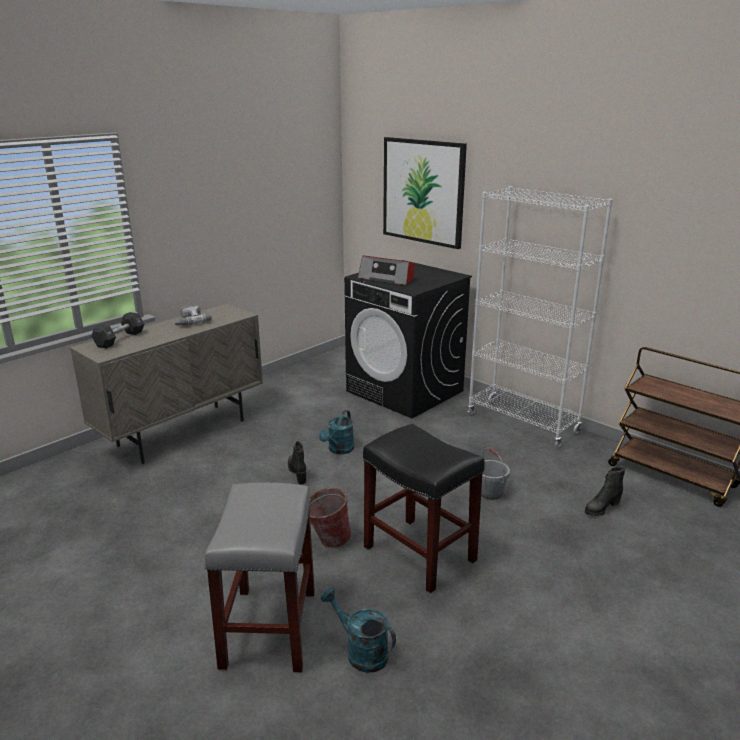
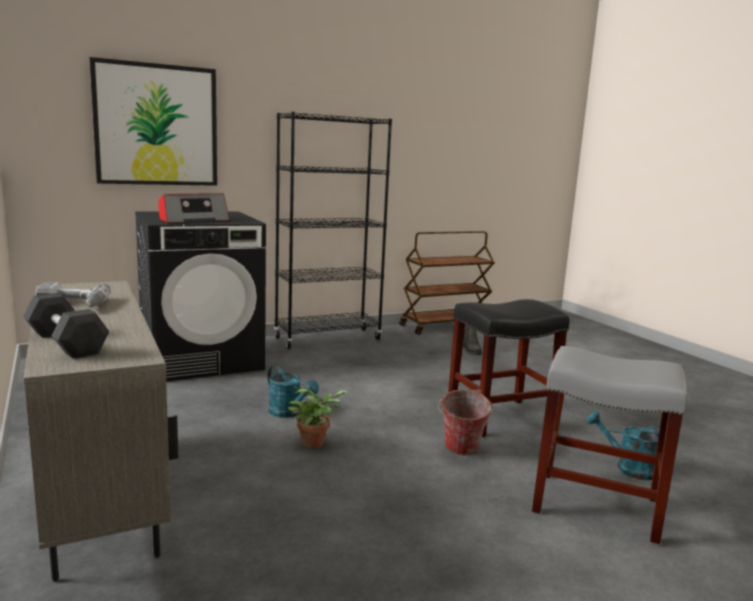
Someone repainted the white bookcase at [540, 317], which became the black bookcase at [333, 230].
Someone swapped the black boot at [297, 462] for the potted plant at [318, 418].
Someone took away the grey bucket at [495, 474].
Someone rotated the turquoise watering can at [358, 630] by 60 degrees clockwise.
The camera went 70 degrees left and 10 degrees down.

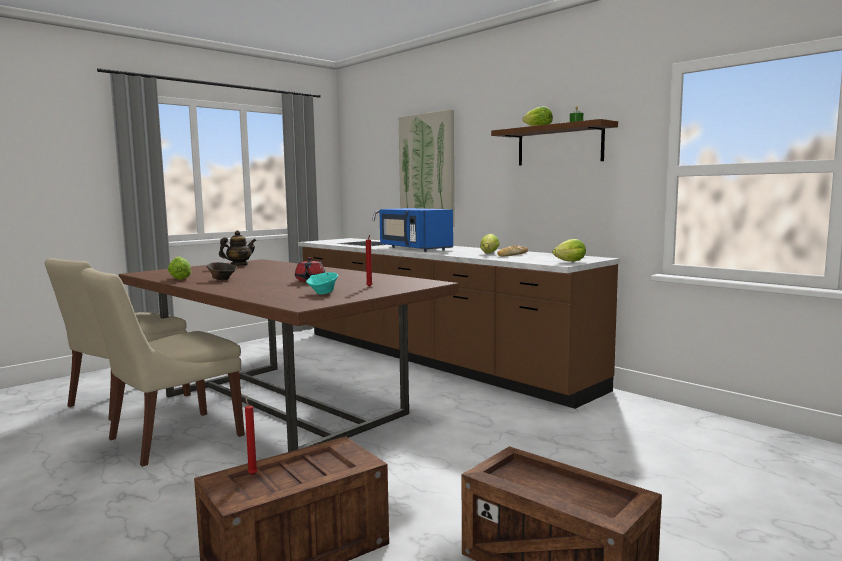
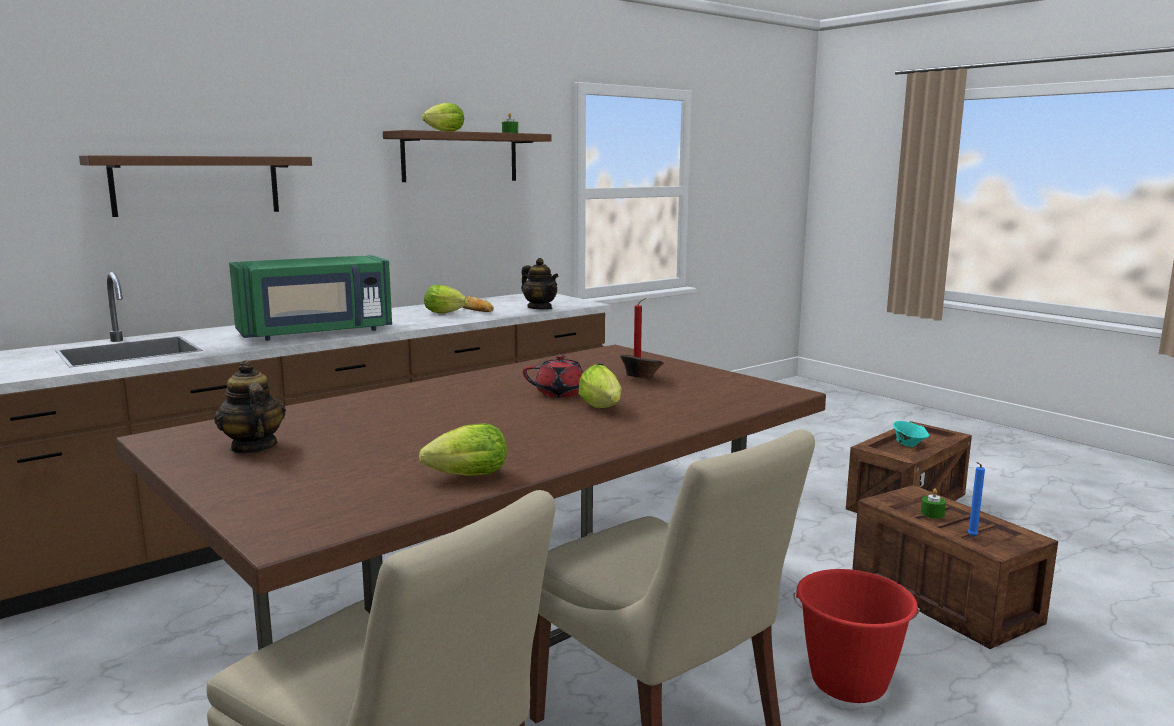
Someone swapped the picture at [426, 168] for the brown shelf at [195, 186].
Someone repainted the blue microwave at [416, 230], which became the green microwave at [310, 298].
Someone carried the lettuce from [569, 250] to [600, 386].
Someone carried the brown bowl from [222, 271] to [642, 366].
Someone carried the turquoise bowl from [322, 283] to [911, 434].
Someone repainted the red candle at [251, 436], which became the blue candle at [976, 499].
Someone put down the teapot at [540, 284].
Someone put down the green candle at [933, 504].
Someone put down the red bucket at [857, 636].
The camera went 85 degrees left and 5 degrees up.

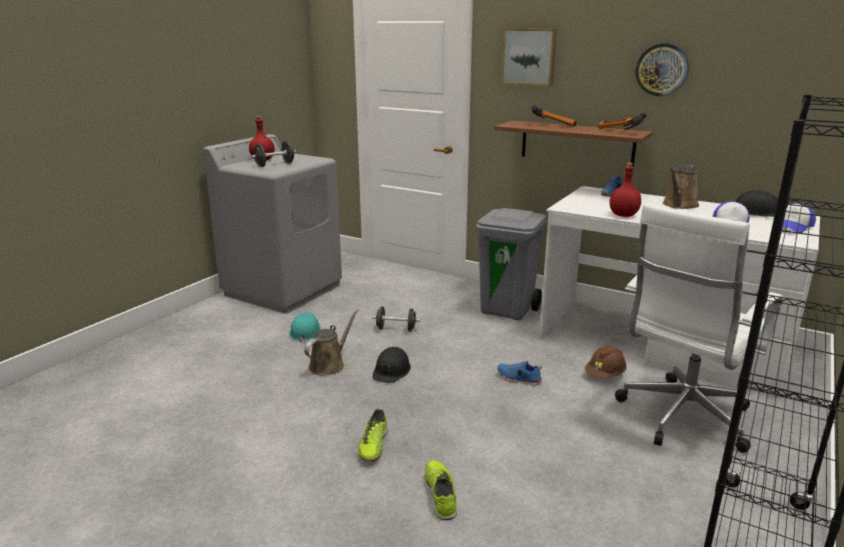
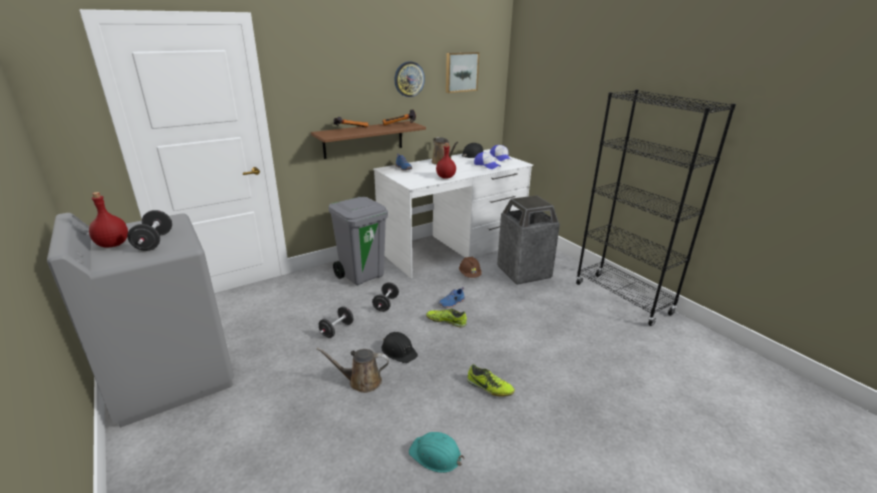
Someone carried the picture from [529, 57] to [462, 72].
Someone swapped the white office chair at [699, 328] for the trash can at [528, 240].
Someone rotated the brown watering can at [331, 342] by 60 degrees counterclockwise.
Someone carried the turquoise hard hat from [305, 327] to [436, 452].
Someone carried the shoe from [441, 490] to [446, 317].
Someone put down the black dumbbell at [385, 297].
The camera went 65 degrees left and 5 degrees up.

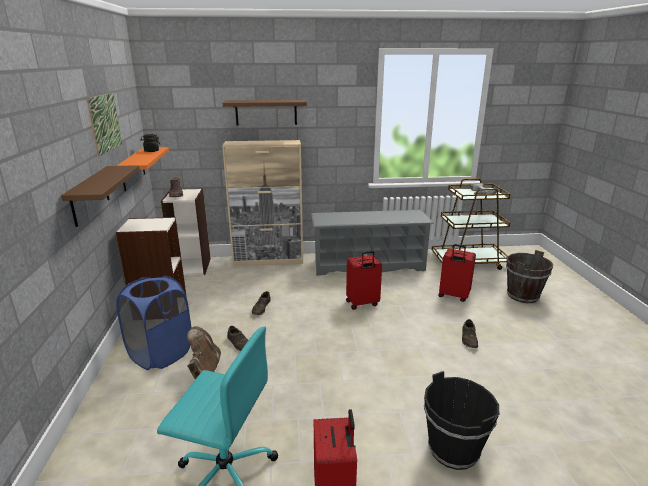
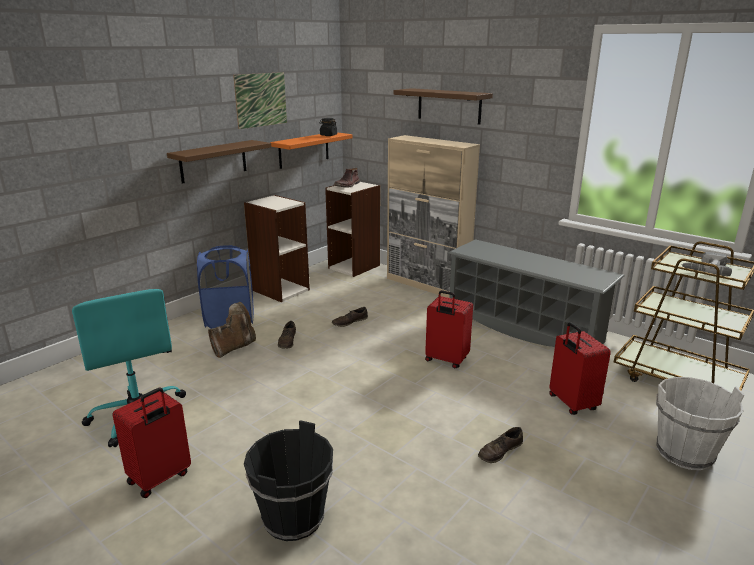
Someone repainted the brown bucket at [529, 276], which became the white bucket at [700, 423].
The camera went 45 degrees right and 0 degrees up.

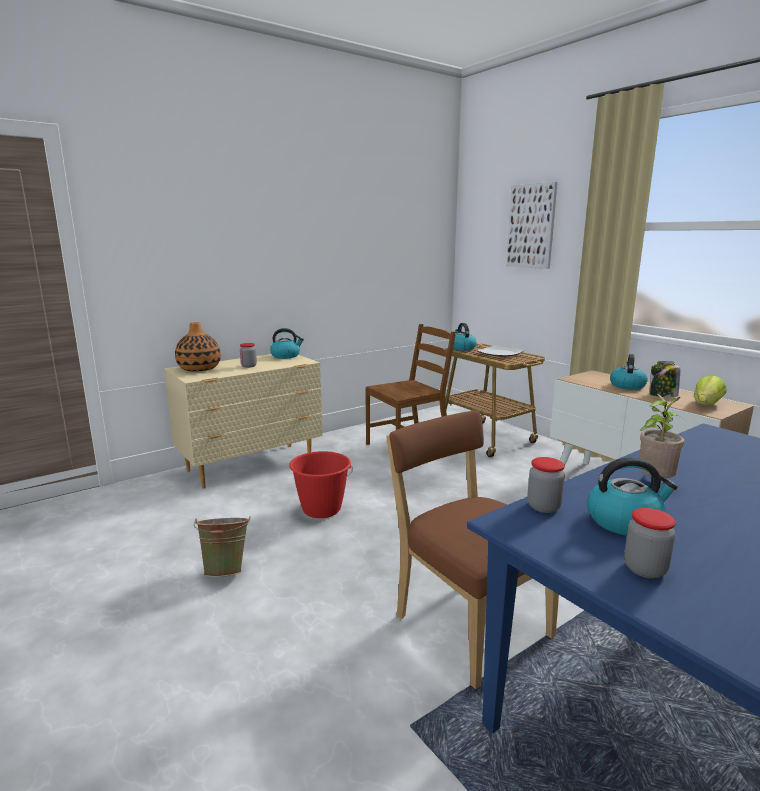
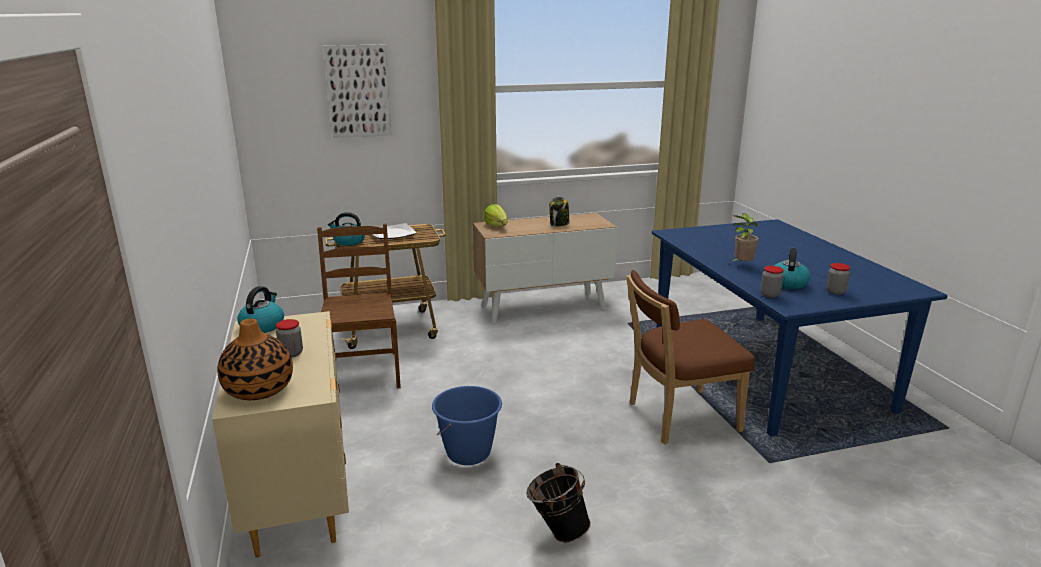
Someone took away the kettle at [629, 372].
Someone carried the lettuce from [710, 390] to [496, 215].
Someone repainted the red bucket at [321, 484], which became the blue bucket at [467, 425].
Someone repainted the green bucket at [222, 547], which became the black bucket at [558, 503].
The camera went 70 degrees left and 5 degrees up.

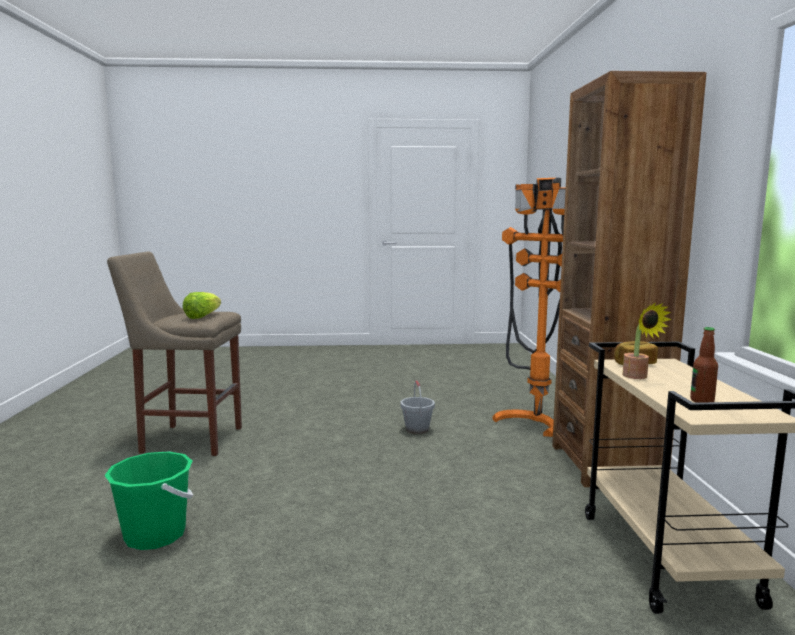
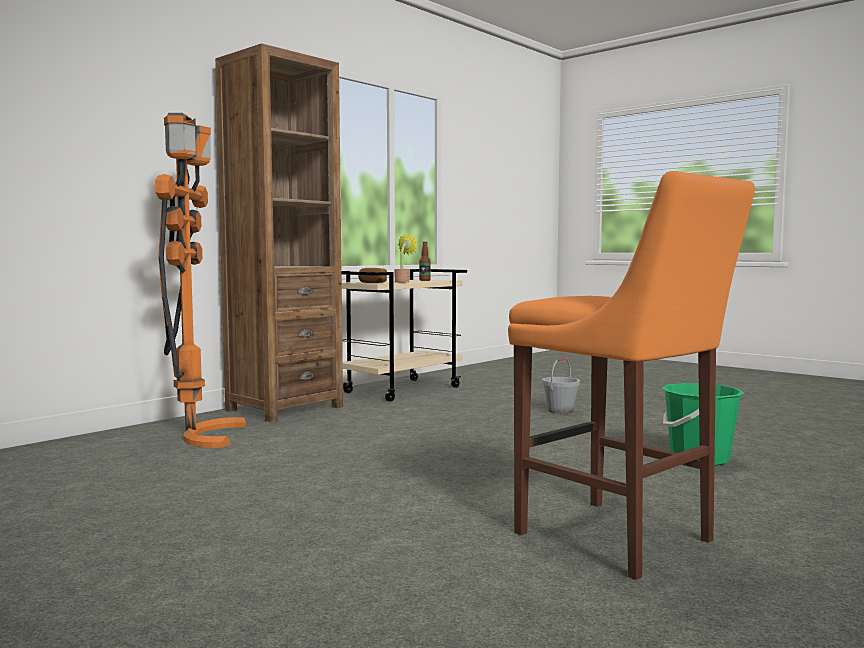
Someone repainted the beige stool at [174, 353], which became the orange stool at [631, 375].
Someone took away the lettuce at [201, 305].
Someone carried the grey bucket from [418, 407] to [561, 385].
The camera went 135 degrees left and 5 degrees down.

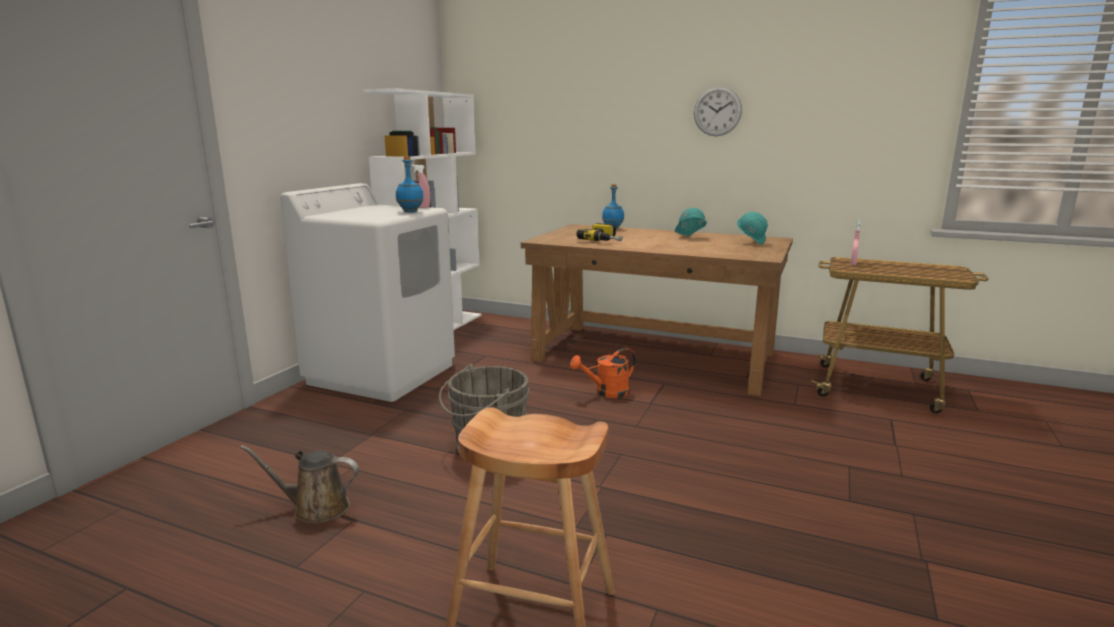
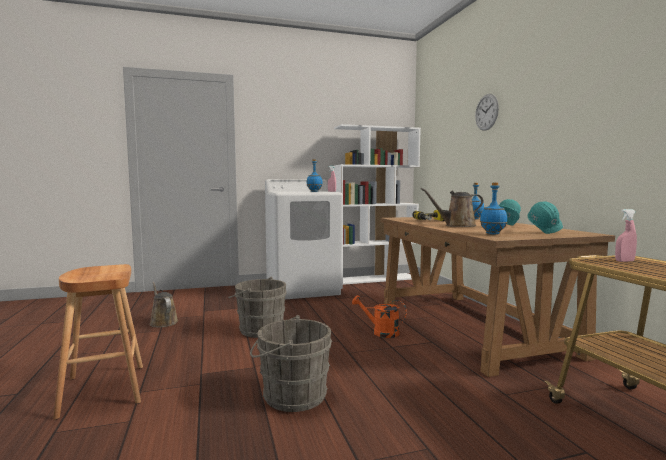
Someone carried the wall clock from [718, 111] to [487, 112].
Someone put down the blue bottle at [493, 208].
Someone put down the brown watering can at [452, 207].
Someone put down the grey bucket at [291, 363].
The camera went 50 degrees right and 10 degrees down.

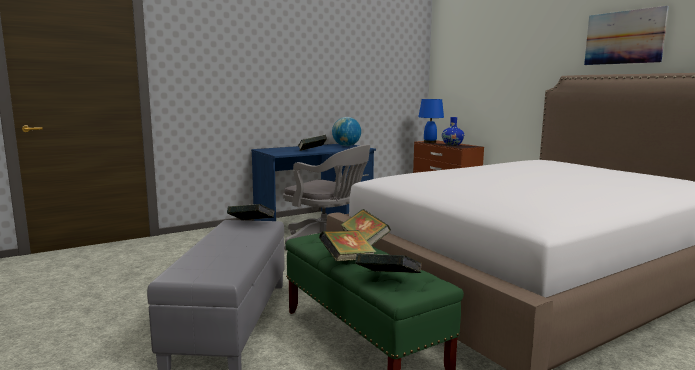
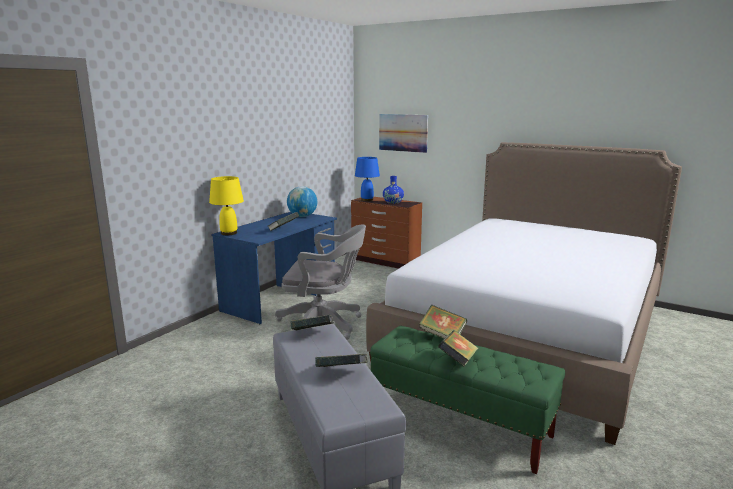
Someone carried the picture from [626, 35] to [403, 133].
Someone carried the book from [388, 263] to [341, 360].
Someone put down the yellow table lamp at [226, 205].
The camera went 25 degrees left and 5 degrees up.

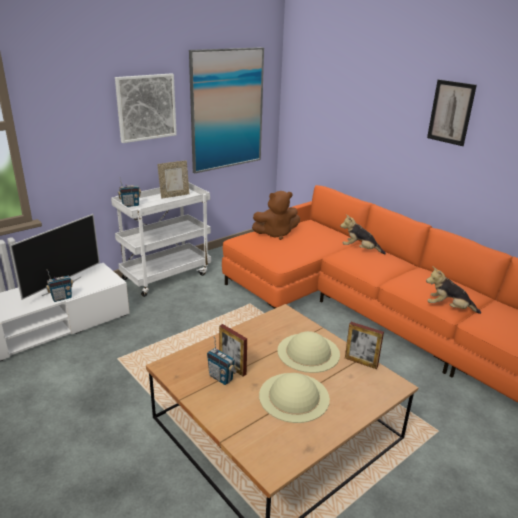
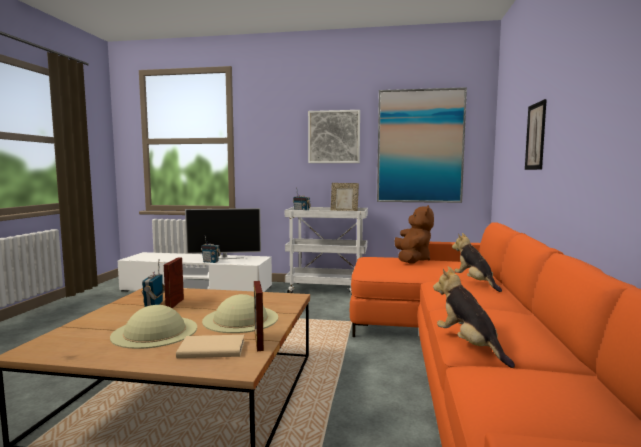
Someone carried the picture from [452, 112] to [536, 134].
Someone rotated the brown plush toy at [276, 215] by 120 degrees counterclockwise.
Someone put down the beige book at [210, 346].
The camera went 50 degrees right and 20 degrees down.

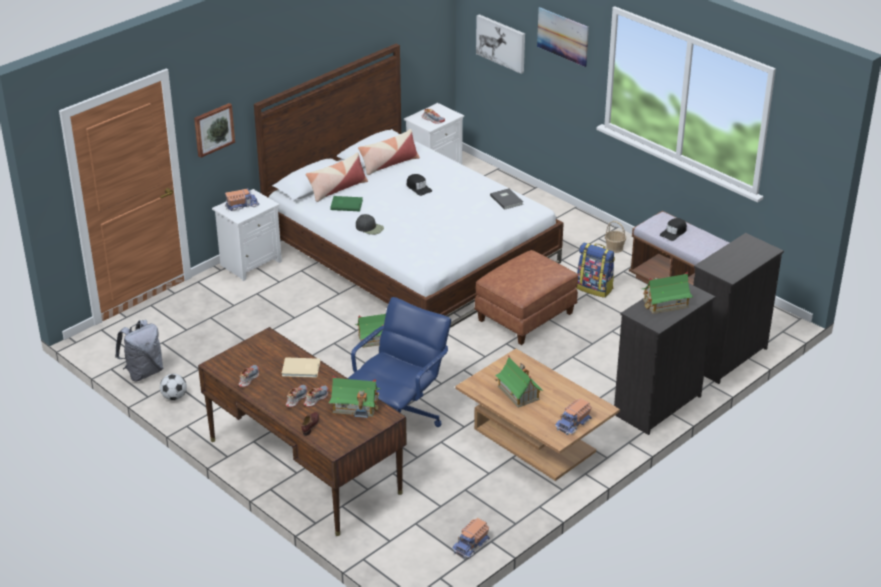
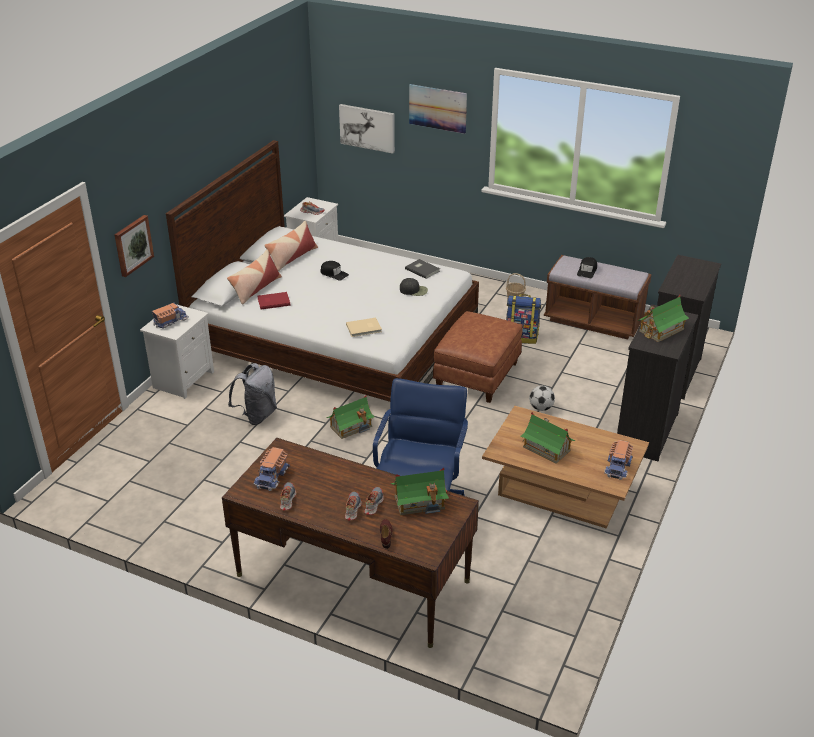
Someone repainted the green book at [346, 203], which became the red book at [274, 301].
Someone carried the black cap from [370, 224] to [414, 287].
Someone carried the grey backpack from [139, 350] to [252, 394].
Someone carried the beige book from [301, 367] to [364, 327].
Someone carried the football from [173, 387] to [542, 398].
Someone carried the toy truck from [471, 538] to [271, 469].
The camera went 20 degrees left and 0 degrees up.

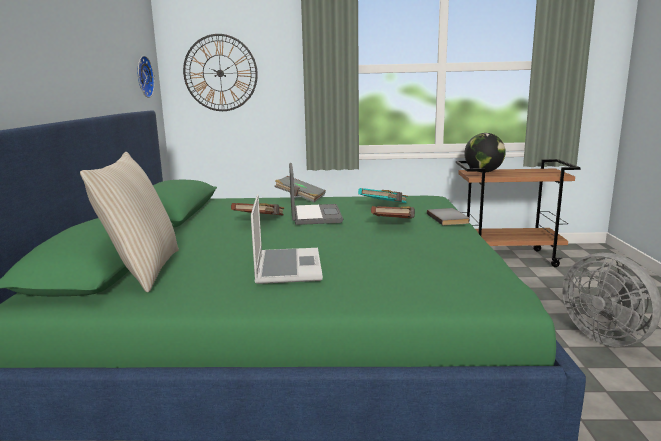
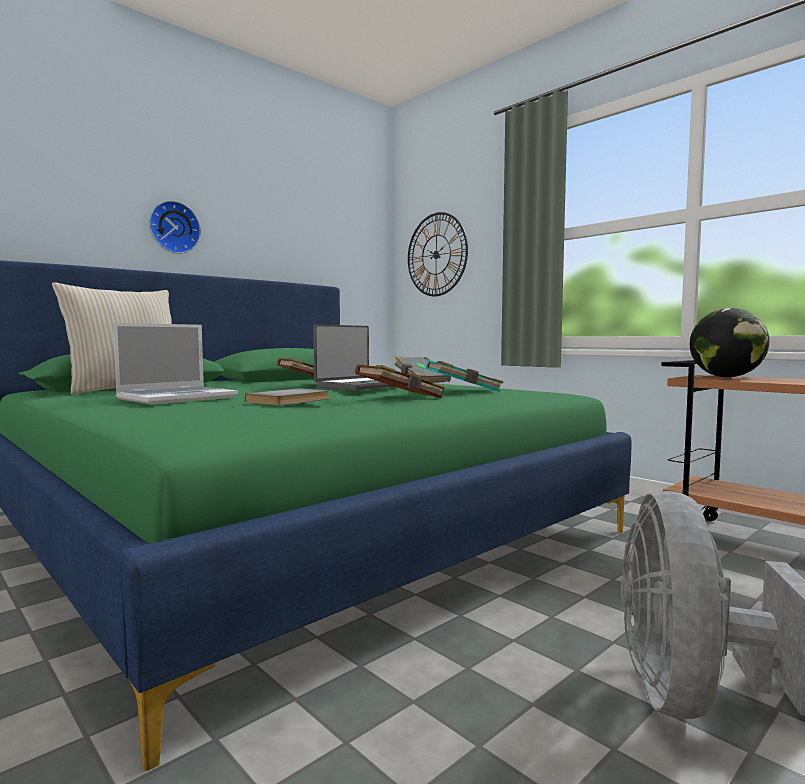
Someone carried the wall clock from [146, 77] to [175, 227].
Someone carried the grey book from [448, 216] to [287, 396].
The camera went 45 degrees right and 10 degrees down.

